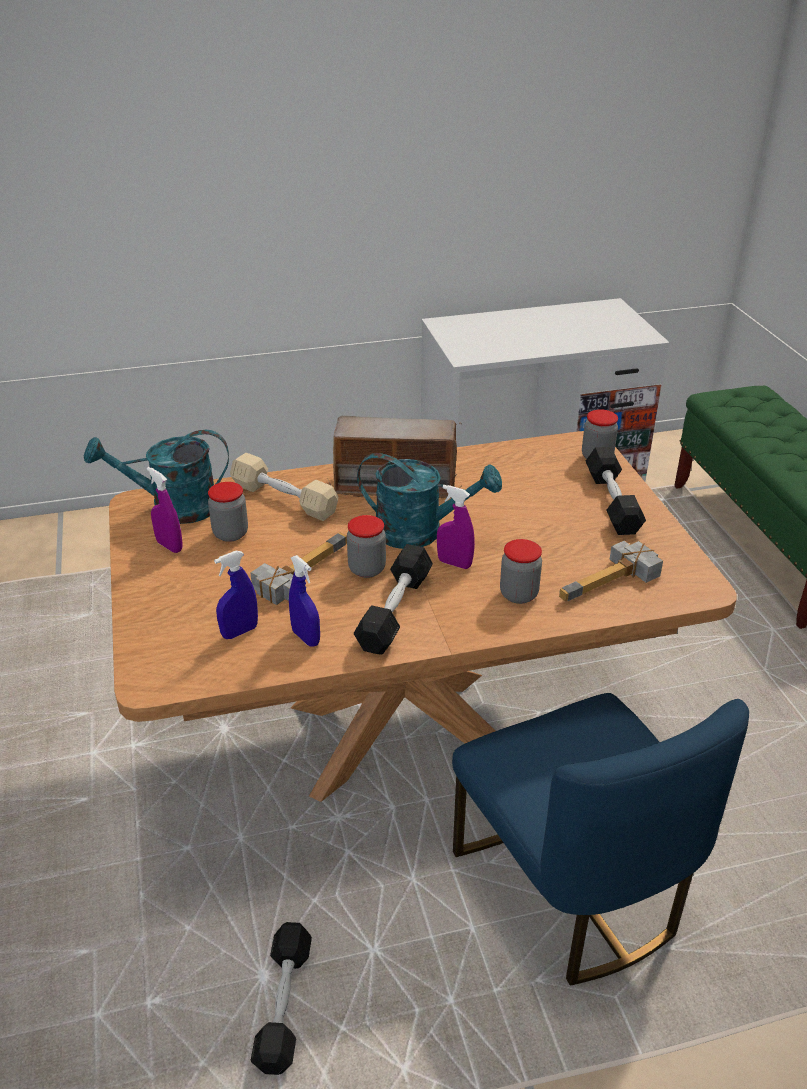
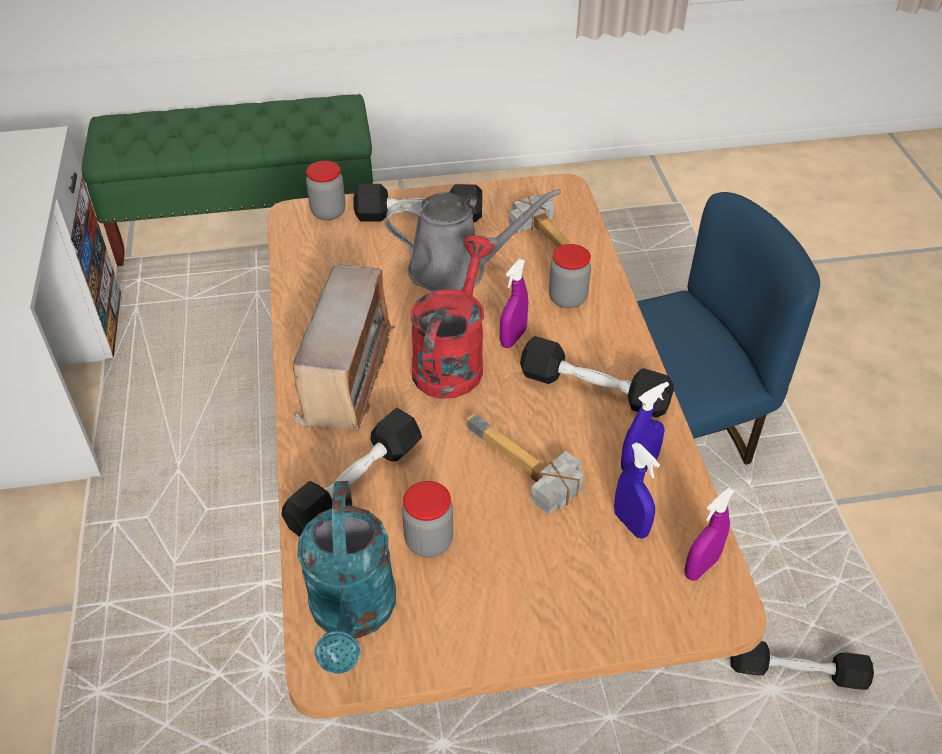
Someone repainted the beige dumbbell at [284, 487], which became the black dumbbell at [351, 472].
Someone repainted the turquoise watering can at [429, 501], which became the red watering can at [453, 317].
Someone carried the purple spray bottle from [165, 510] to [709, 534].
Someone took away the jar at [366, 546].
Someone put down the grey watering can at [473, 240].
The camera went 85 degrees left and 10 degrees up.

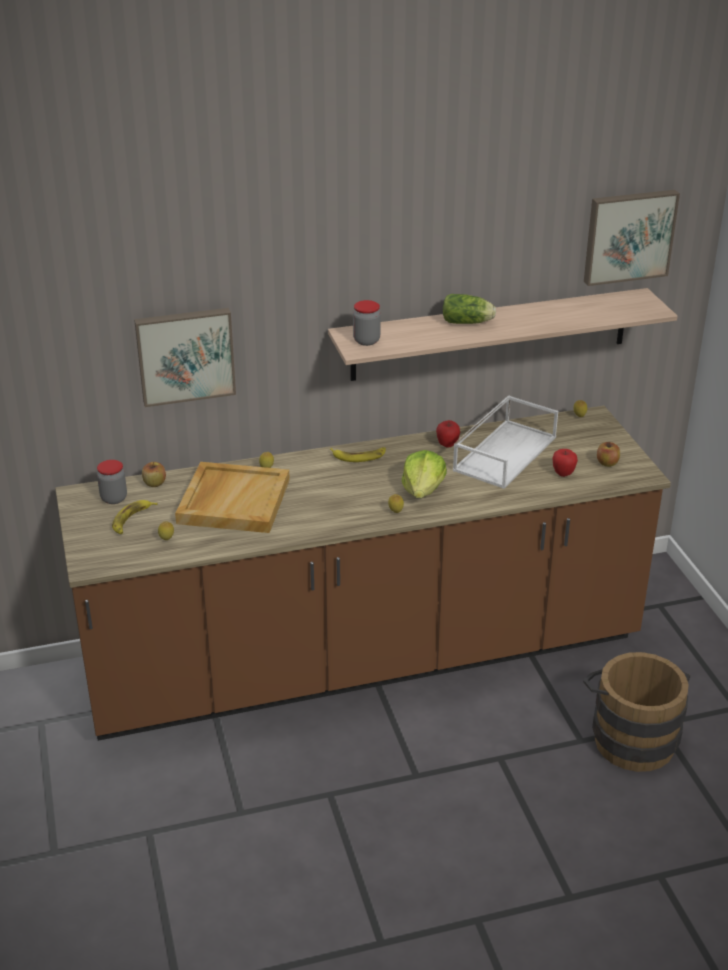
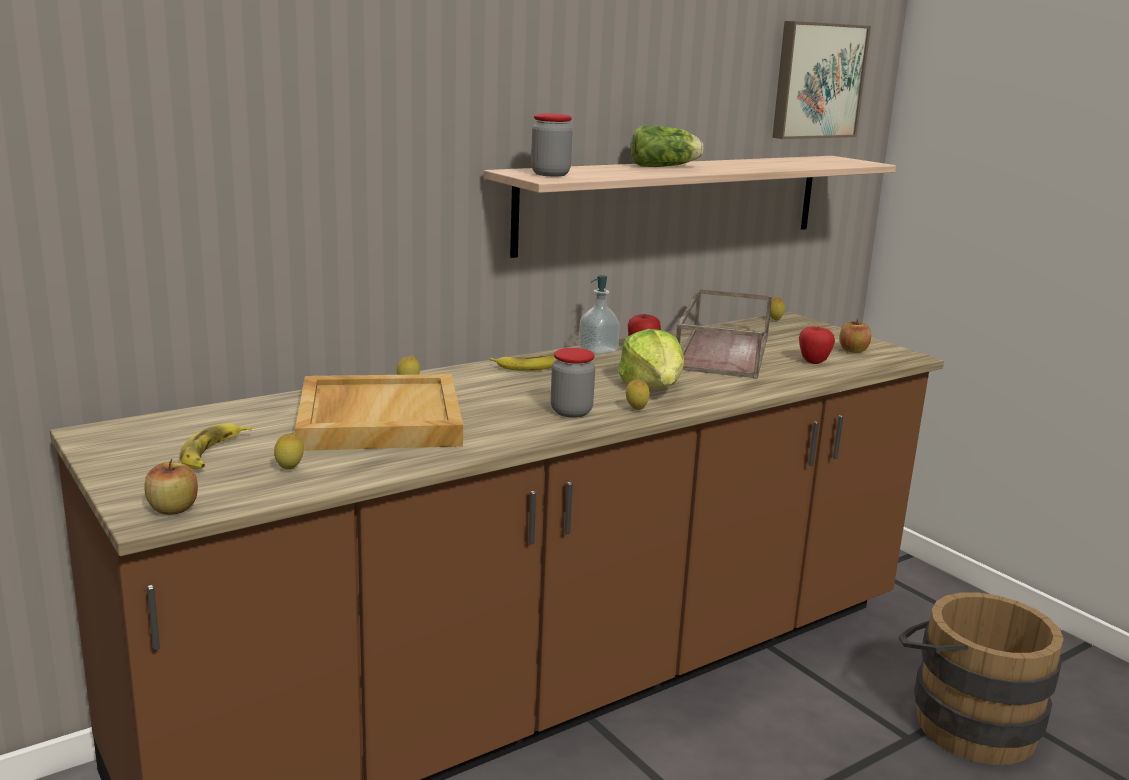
Someone took away the picture at [185, 357].
Someone repainted the white tray at [505, 442], which became the brown tray at [724, 334].
Someone carried the jar from [112, 482] to [573, 383].
Someone carried the apple from [154, 474] to [171, 487].
Someone put down the soap dispenser at [599, 315].
The camera went 20 degrees left and 15 degrees down.

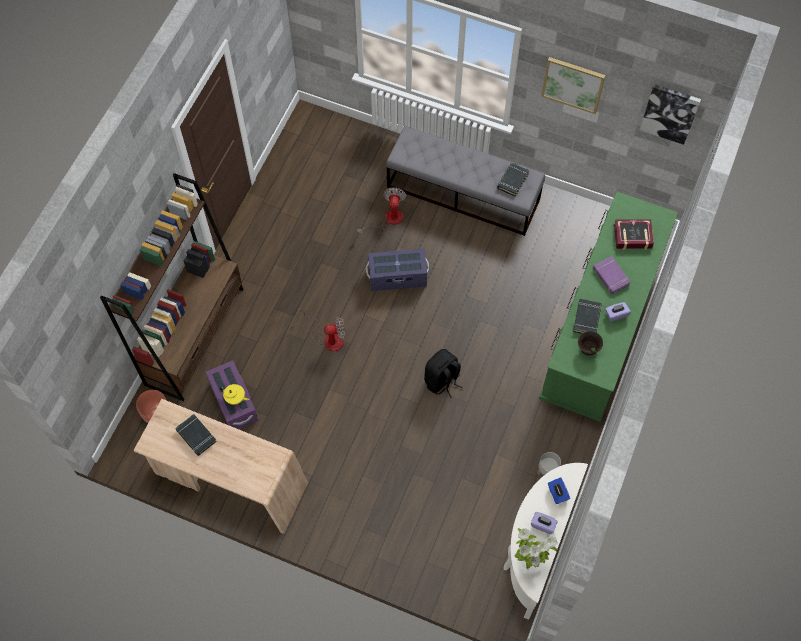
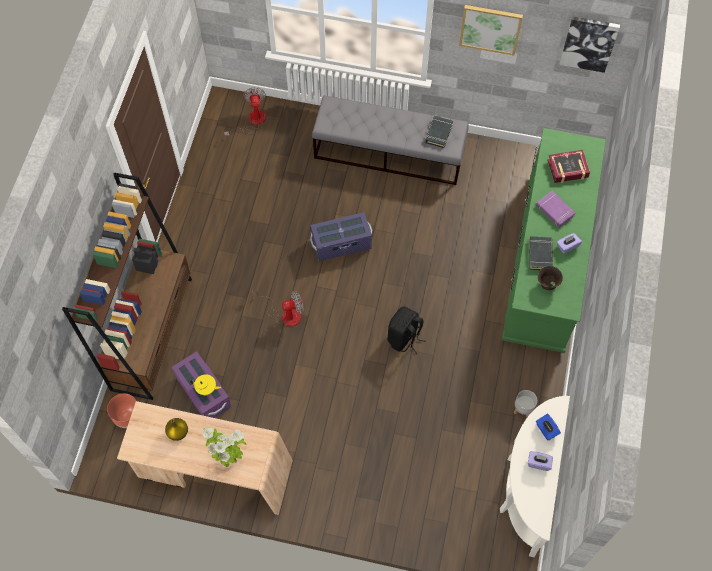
Someone carried the fan from [381, 210] to [245, 112].
Someone swapped the black book at [196, 435] for the yellow vase at [176, 429].
Someone carried the potted plant from [536, 548] to [224, 447].
The camera went 10 degrees left and 0 degrees up.

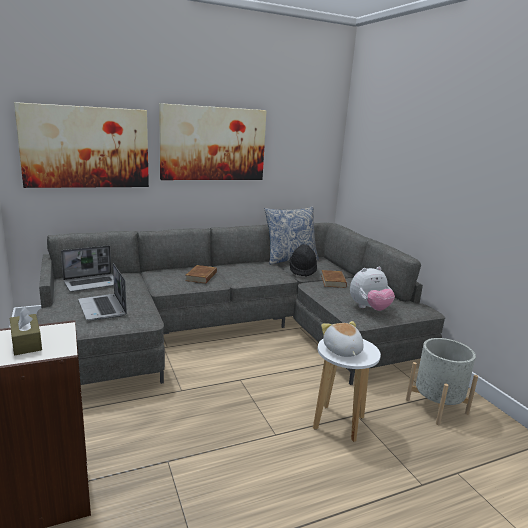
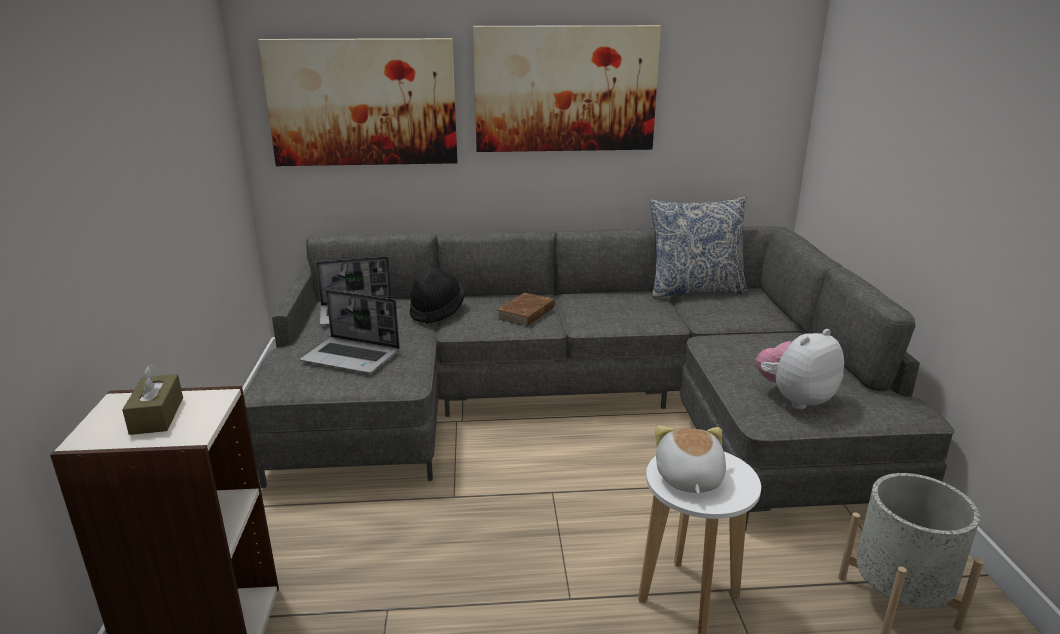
Someone carried the black hat from [303, 260] to [437, 295].
Someone rotated the laptop at [102, 292] by 60 degrees counterclockwise.
Someone rotated the plush toy at [372, 289] by 150 degrees clockwise.
Someone took away the brown book at [334, 279].
The camera went 20 degrees right and 5 degrees up.

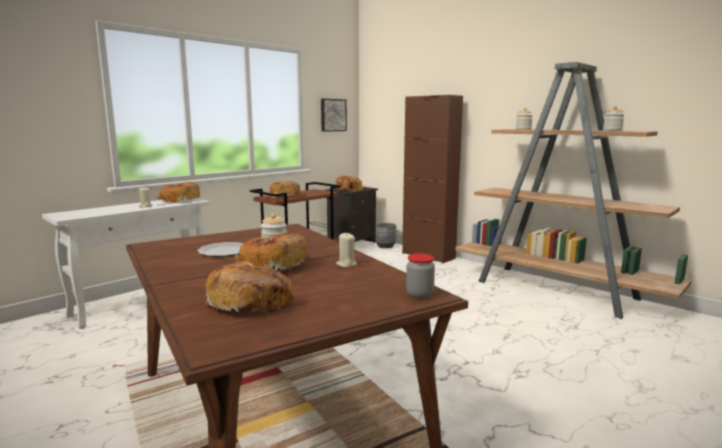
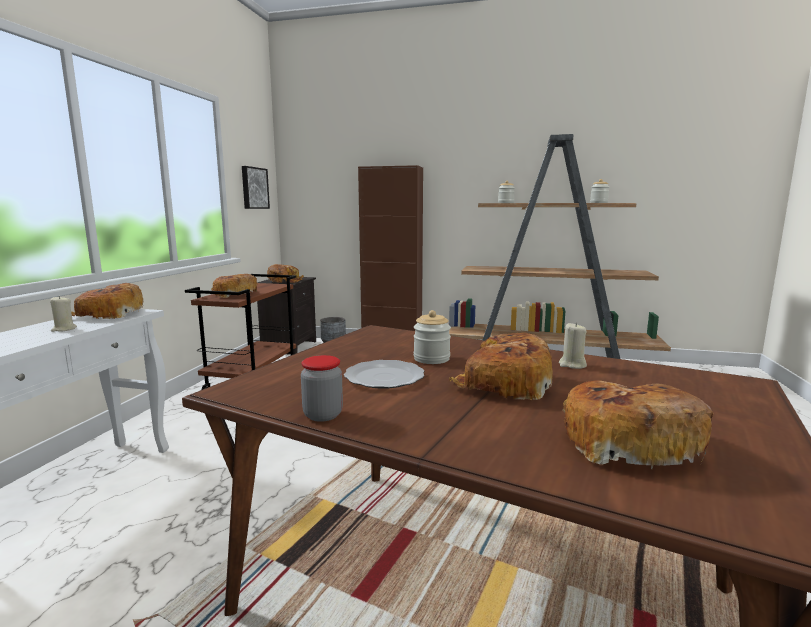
Someone carried the jar from [420, 276] to [322, 388].
The camera went 30 degrees left and 0 degrees up.

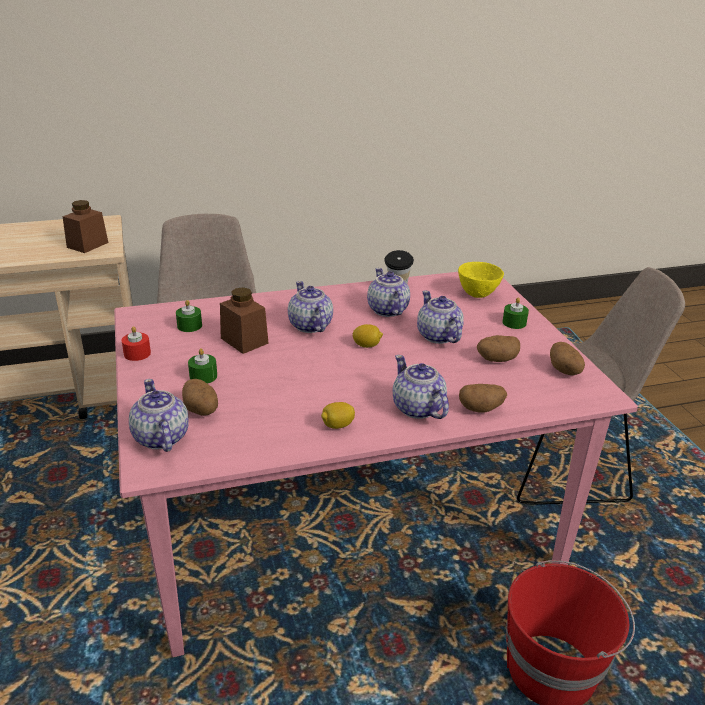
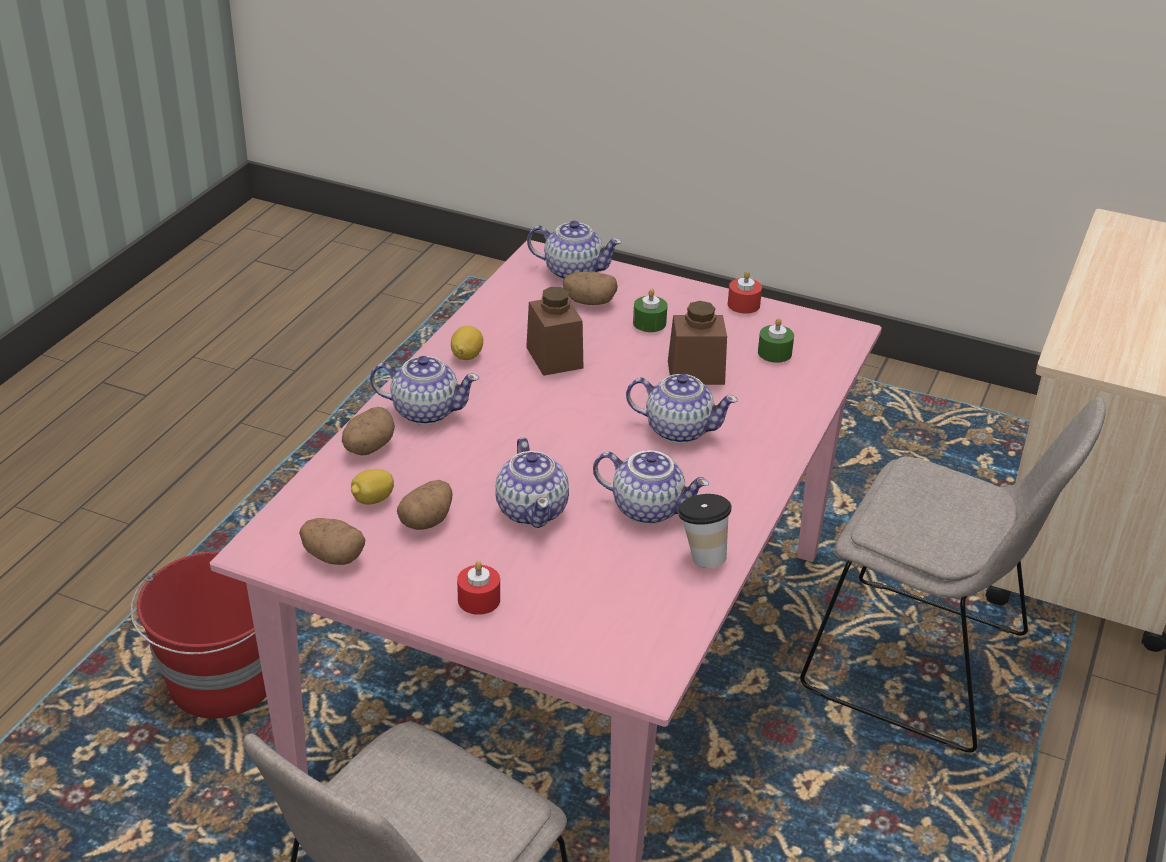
Someone carried the brown jar from [85, 226] to [554, 331].
Someone took away the yellow bowl at [481, 280].
Someone rotated the teapot at [440, 317] by 60 degrees clockwise.
Someone repainted the green candle at [515, 313], which became the red candle at [478, 588].
Someone carried the lemon from [368, 336] to [372, 487].
The camera went 130 degrees right and 5 degrees up.

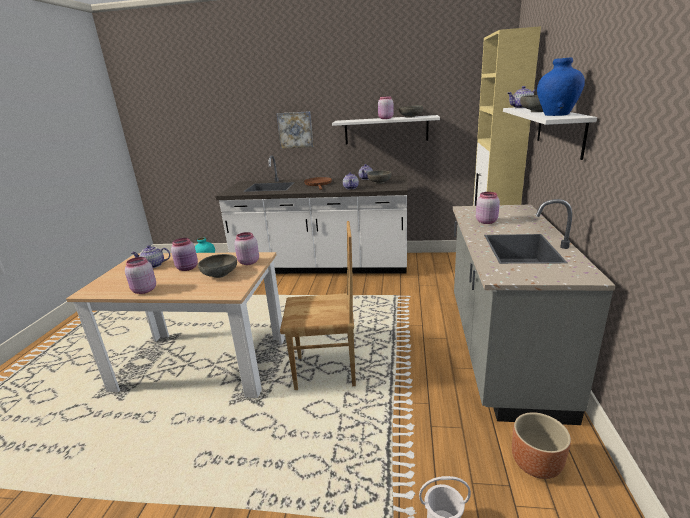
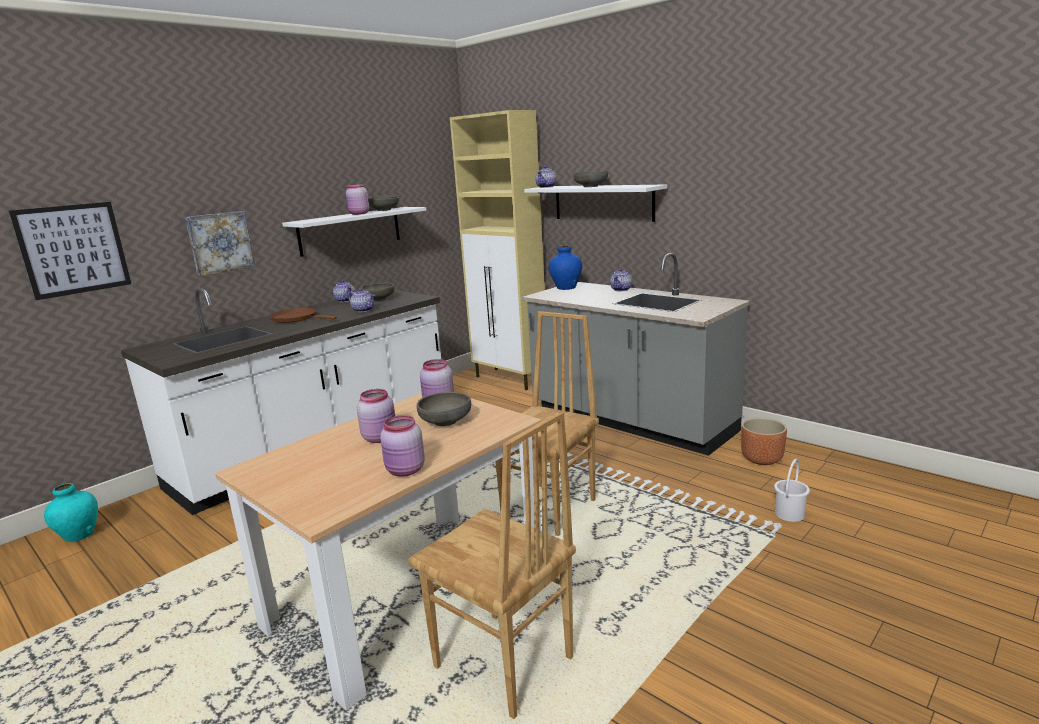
Someone carried the blue vase from [561, 86] to [565, 267].
Someone took away the pink jar at [488, 208].
Someone carried the teapot from [150, 256] to [621, 279].
Someone put up the picture at [70, 251].
Someone put down the brown chair at [492, 565].
The camera went 55 degrees left and 5 degrees down.

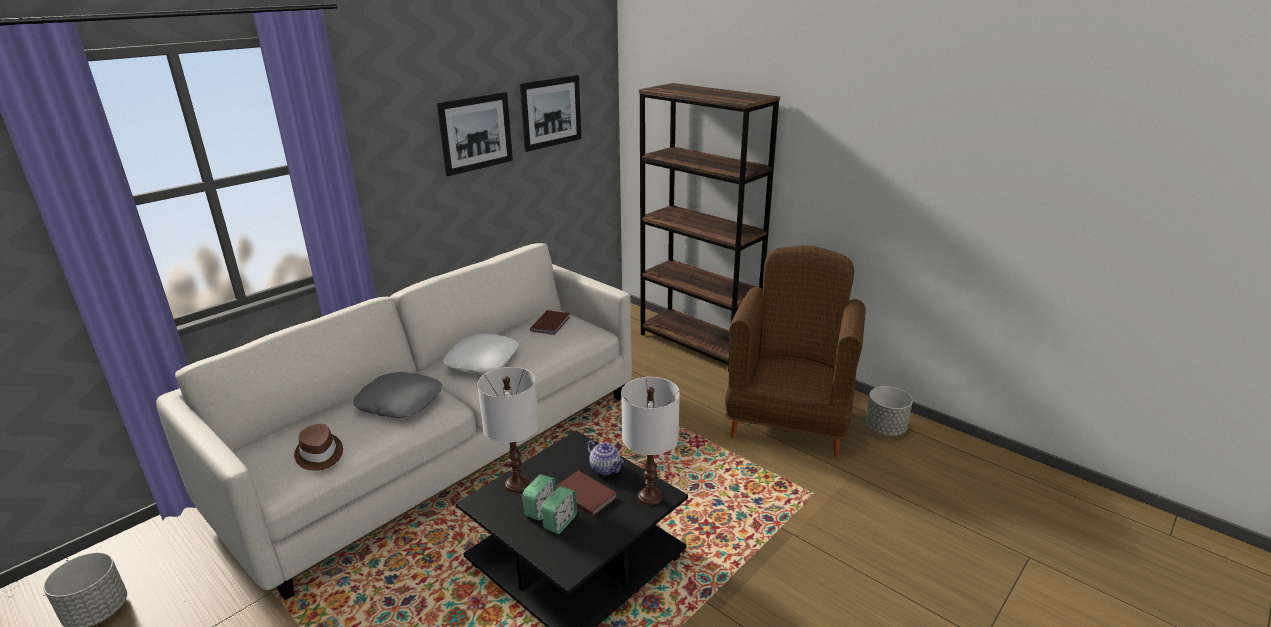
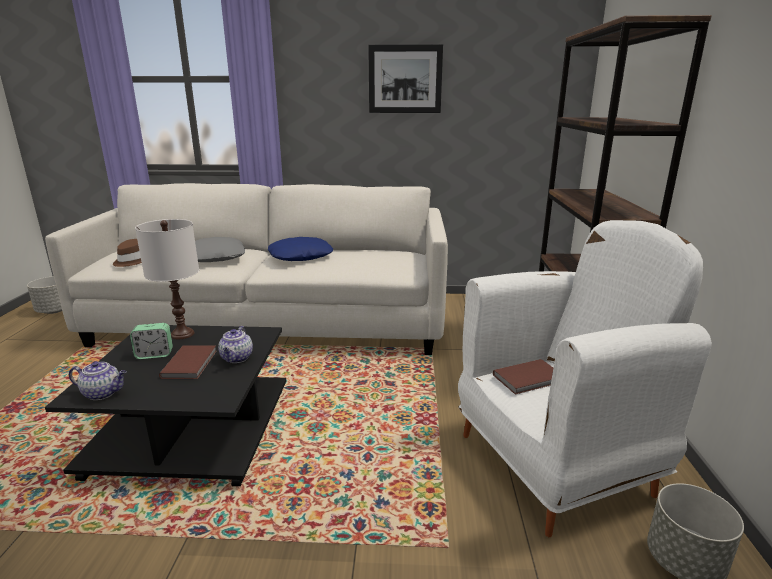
Someone took away the picture at [550, 113].
Someone repainted the brown armchair at [795, 351], which became the white armchair at [585, 378].
Someone carried the brown book from [550, 322] to [523, 377].
Someone repainted the white pillow at [481, 353], which became the blue pillow at [300, 249].
Someone took away the white table lamp at [650, 441].
Someone took away the alarm clock at [559, 510].
Someone put down the teapot at [98, 380].
The camera went 50 degrees right and 5 degrees down.

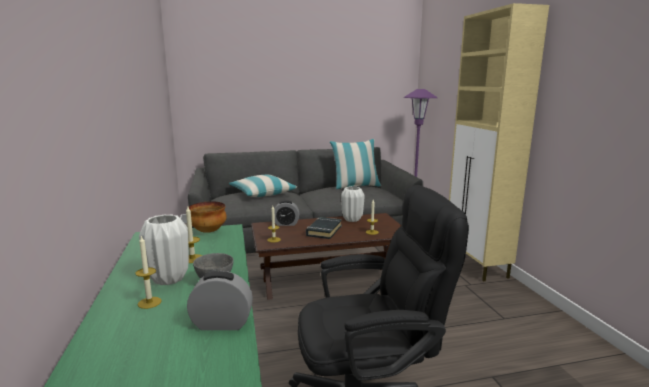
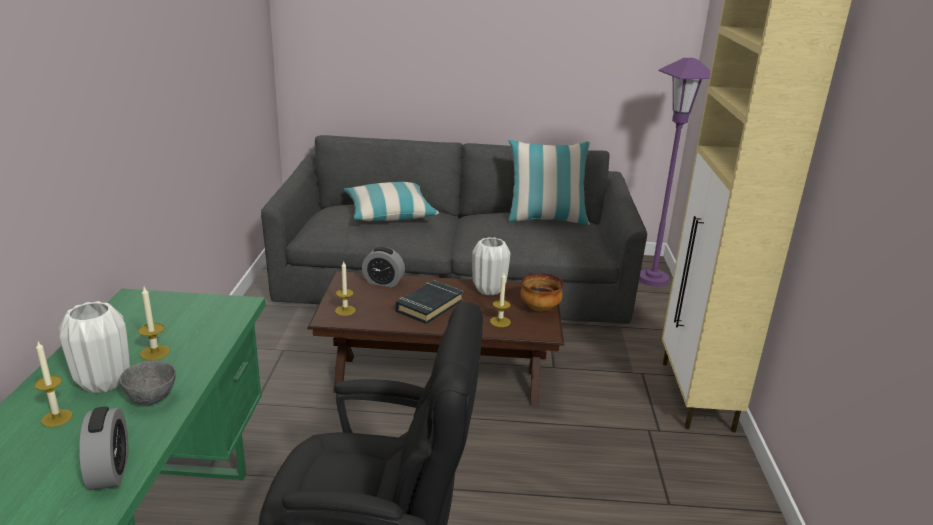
Someone carried the bowl from [208, 217] to [542, 292].
Someone rotated the alarm clock at [220, 300] by 60 degrees clockwise.
The camera went 15 degrees right and 10 degrees up.

